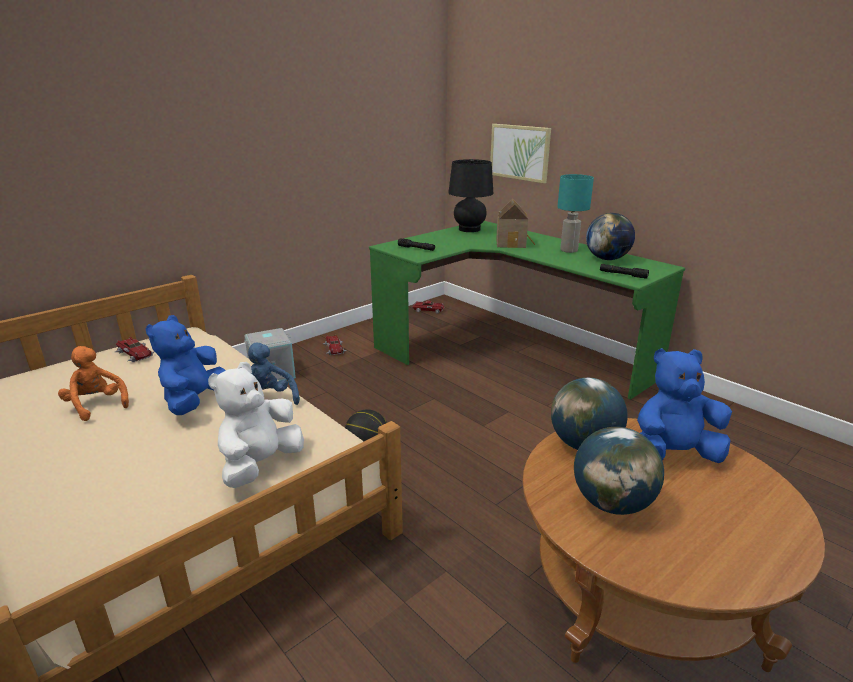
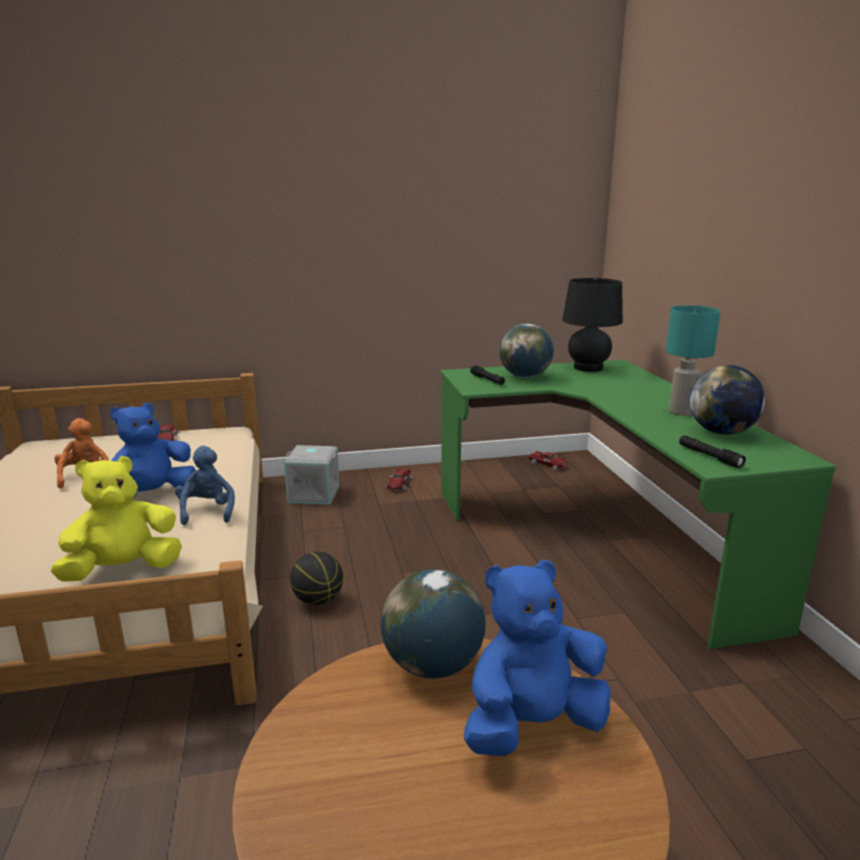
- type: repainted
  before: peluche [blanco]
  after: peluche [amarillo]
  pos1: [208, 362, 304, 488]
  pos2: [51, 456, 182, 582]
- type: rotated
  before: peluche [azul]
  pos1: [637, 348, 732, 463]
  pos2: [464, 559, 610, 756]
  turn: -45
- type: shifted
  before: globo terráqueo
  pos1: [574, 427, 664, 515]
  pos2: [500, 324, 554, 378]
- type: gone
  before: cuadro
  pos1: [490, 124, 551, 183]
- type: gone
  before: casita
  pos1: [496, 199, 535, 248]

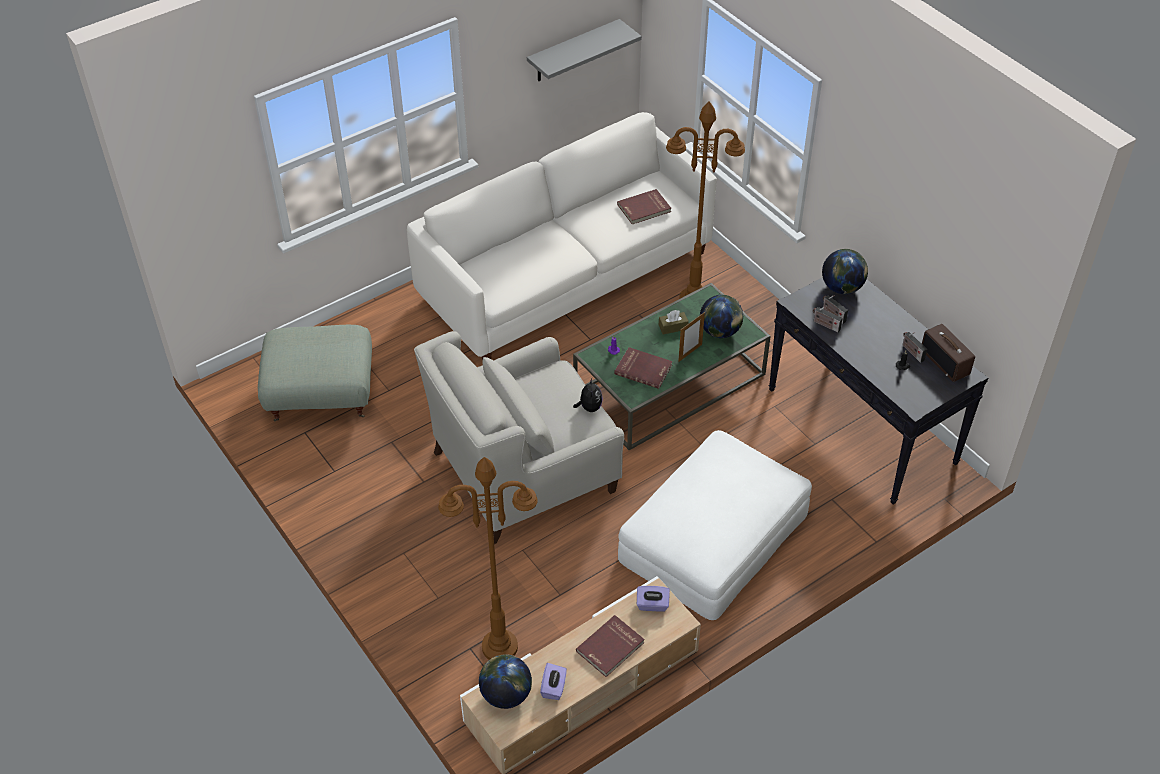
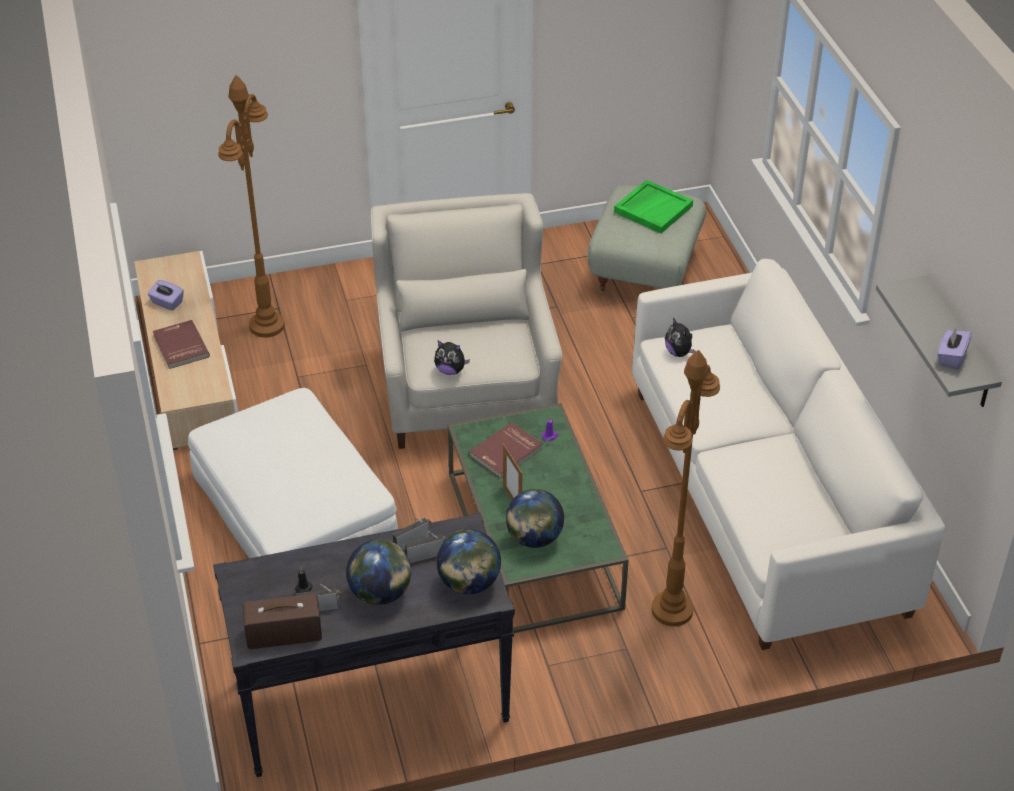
- type: shifted
  before: globo terráqueo
  pos1: [479, 654, 532, 709]
  pos2: [346, 539, 411, 605]
- type: new
  after: bandeja [verde]
  pos2: [614, 180, 693, 234]
- type: new
  after: peluche
  pos2: [665, 318, 696, 357]
- type: shifted
  before: caja de pañuelos [morado]
  pos1: [637, 586, 670, 612]
  pos2: [937, 327, 972, 369]
- type: gone
  before: libro [rojo]
  pos1: [617, 189, 671, 224]
- type: gone
  before: caja de pañuelos [marrón]
  pos1: [659, 310, 689, 334]

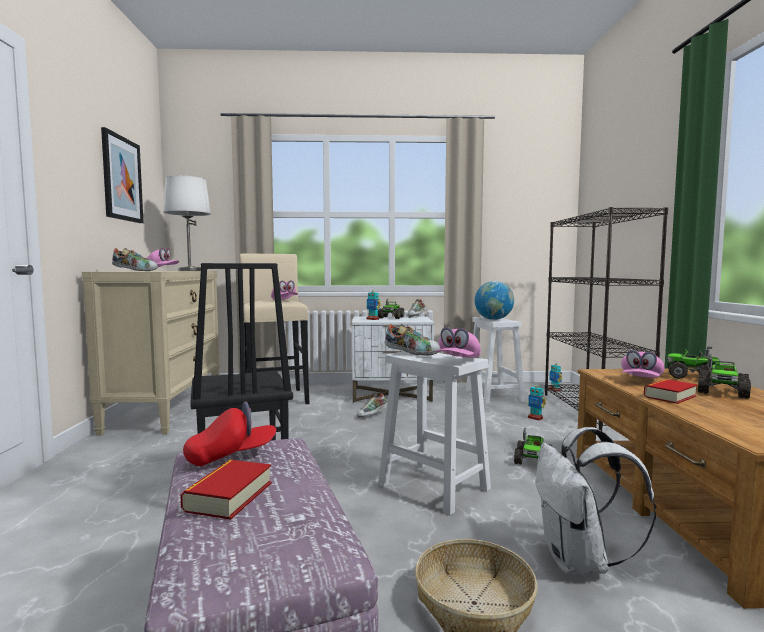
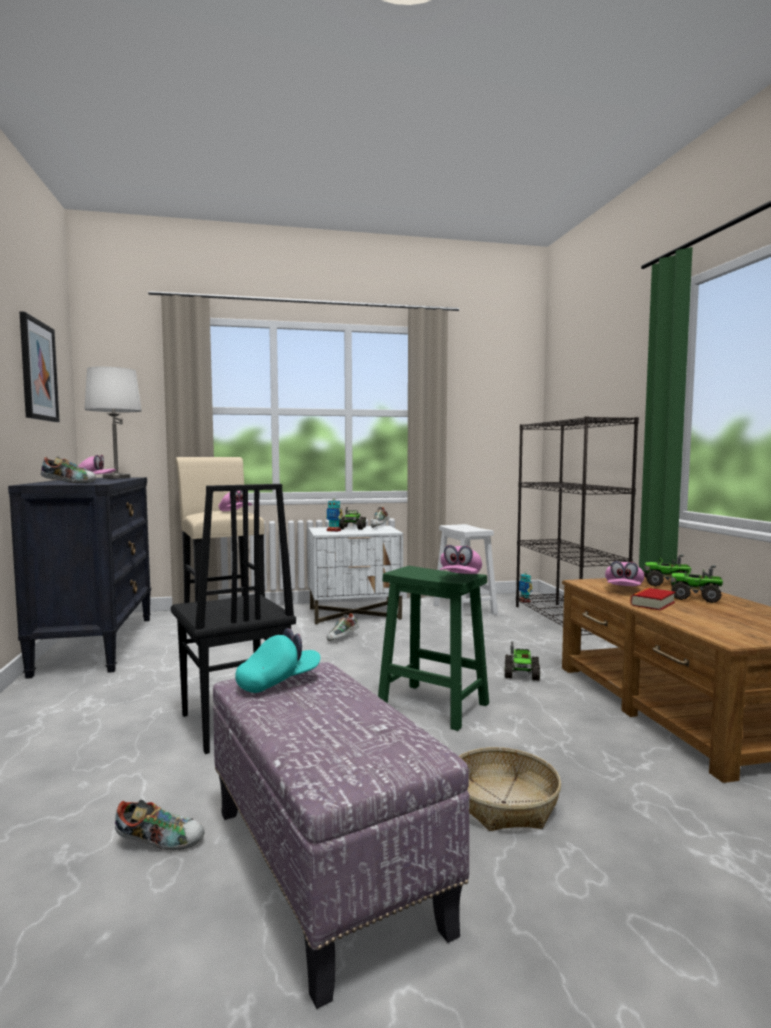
- type: repainted
  before: cómoda [beis]
  after: cómoda [negro]
  pos1: [82, 271, 220, 435]
  pos2: [8, 477, 151, 679]
- type: shifted
  before: zapato
  pos1: [385, 323, 440, 356]
  pos2: [115, 800, 204, 850]
- type: repainted
  before: gorra [rojo]
  after: gorra [turquesa]
  pos1: [183, 402, 276, 466]
  pos2: [235, 628, 320, 693]
- type: repainted
  before: taburete [blanco]
  after: taburete [verde]
  pos1: [378, 351, 491, 515]
  pos2: [378, 566, 489, 731]
- type: rotated
  before: camión de juguete
  pos1: [698, 354, 751, 399]
  pos2: [670, 565, 723, 603]
  turn: 90
- type: gone
  before: libro
  pos1: [180, 460, 272, 520]
- type: gone
  before: globo terráqueo
  pos1: [475, 281, 514, 320]
- type: gone
  before: robot de juguete
  pos1: [527, 382, 546, 421]
- type: gone
  before: mochila [blanco]
  pos1: [535, 427, 656, 574]

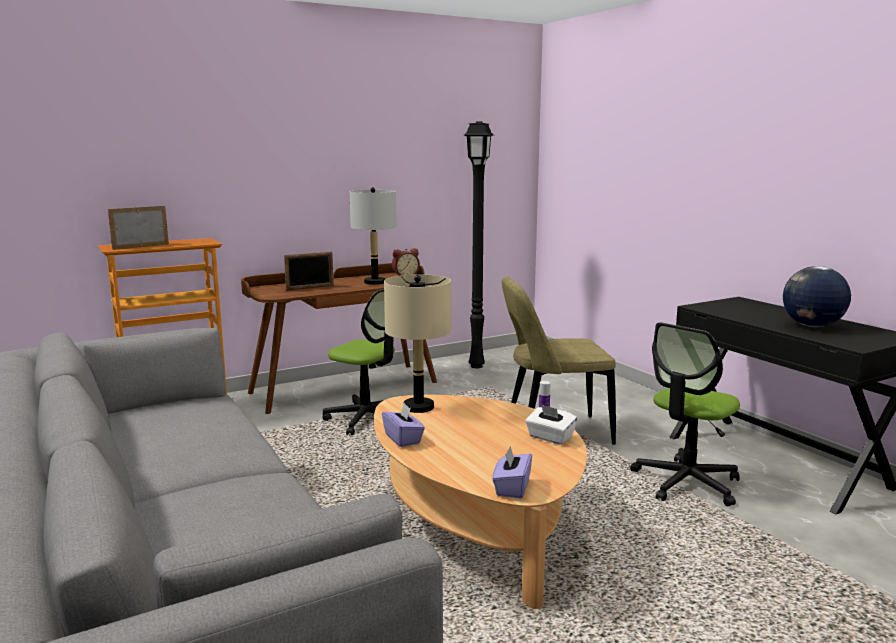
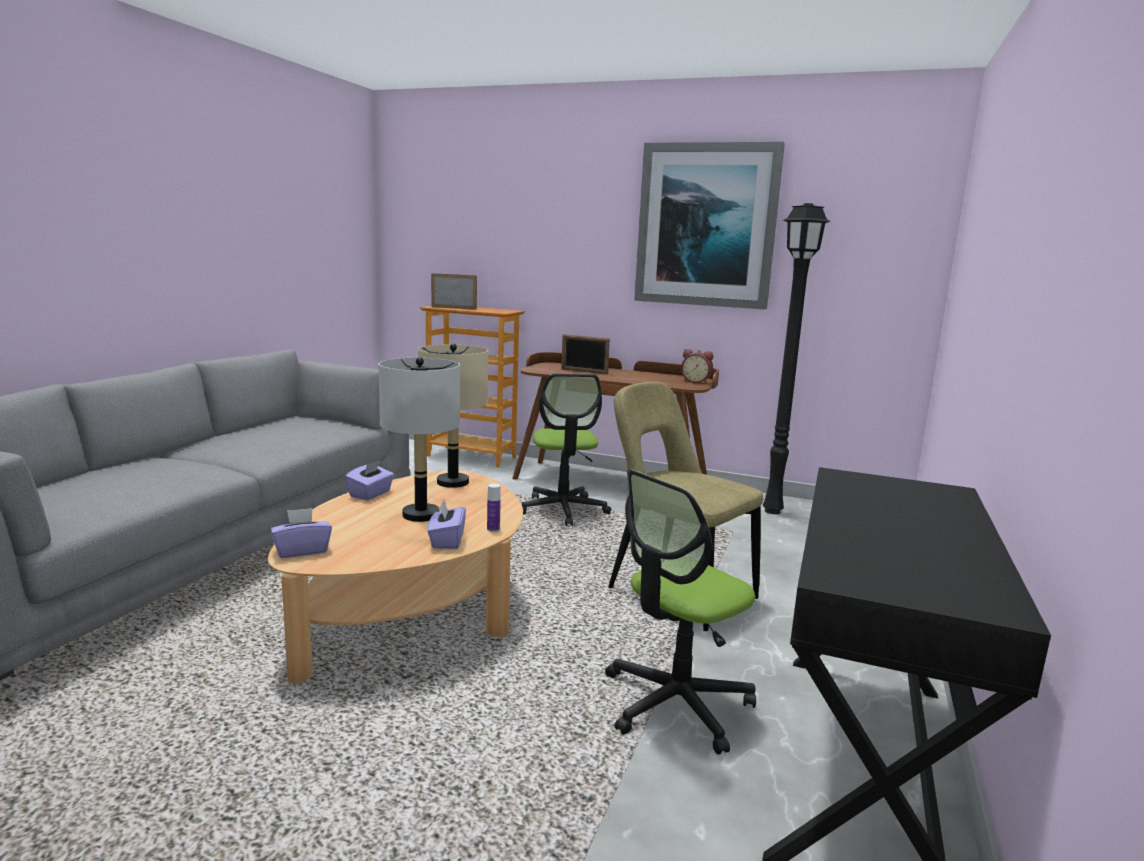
- type: shifted
  before: lámpara de mesa [gris]
  pos1: [349, 187, 396, 285]
  pos2: [378, 357, 460, 522]
- type: repainted
  before: caja de pañuelos [blanco]
  after: caja de pañuelos [morado]
  pos1: [526, 404, 577, 445]
  pos2: [428, 500, 466, 549]
- type: rotated
  before: silla de oficina
  pos1: [630, 322, 740, 506]
  pos2: [605, 469, 756, 755]
  turn: -45
- type: new
  after: cuadro
  pos2: [634, 142, 785, 310]
- type: gone
  before: globo terráqueo
  pos1: [783, 266, 851, 327]

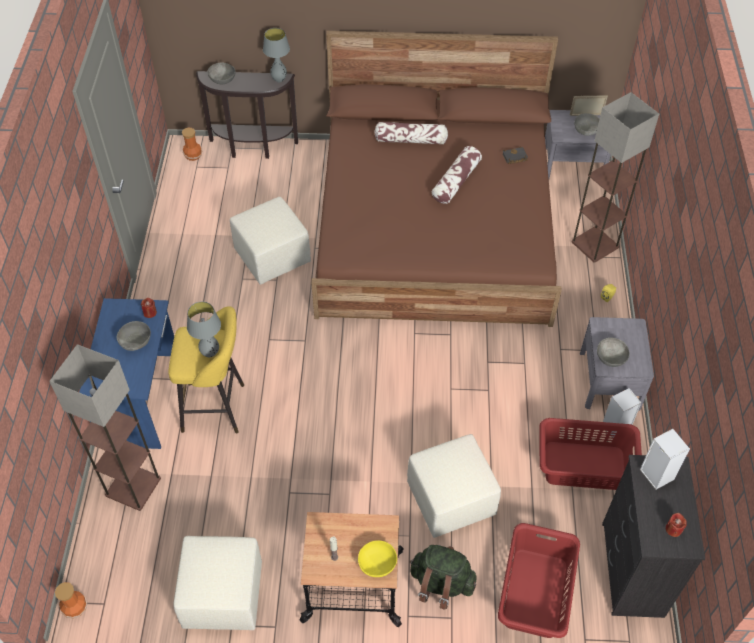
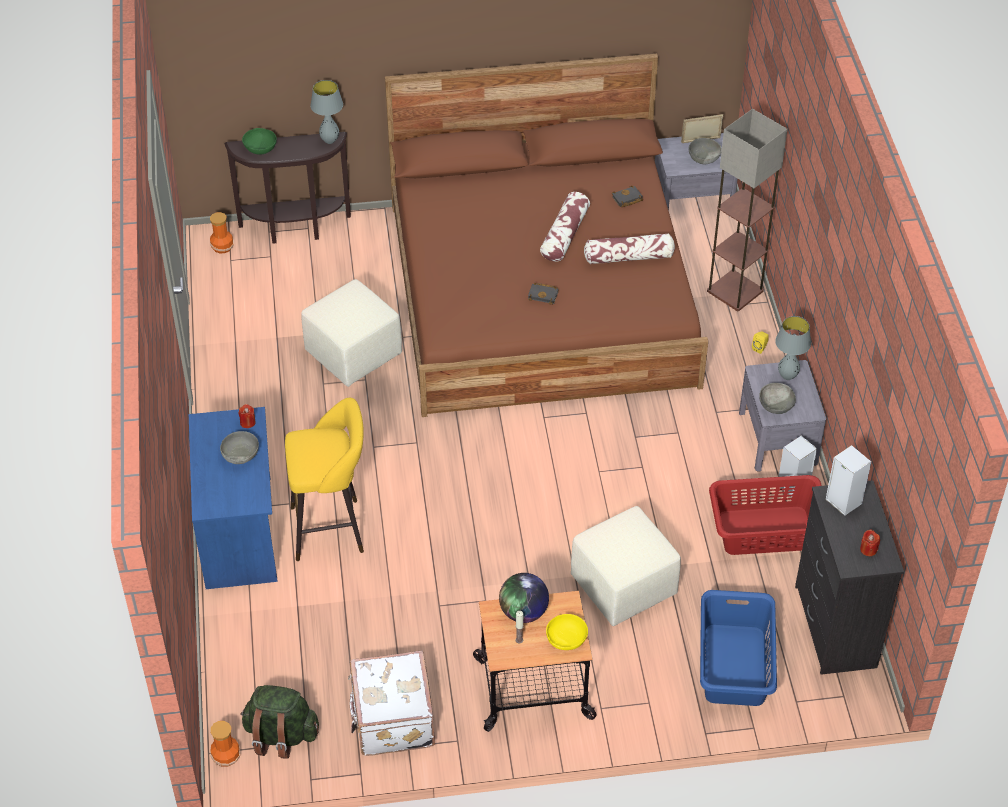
- type: shifted
  before: mochila [verde]
  pos1: [410, 545, 477, 609]
  pos2: [240, 685, 319, 759]
- type: repainted
  before: cuenco [gris]
  after: cuenco [verde]
  pos1: [207, 62, 236, 85]
  pos2: [242, 128, 277, 154]
- type: swapped
  before: puf [beis]
  after: maleta [blanco]
  pos1: [173, 536, 262, 630]
  pos2: [348, 650, 435, 756]
- type: new
  after: globo terráqueo
  pos2: [499, 573, 549, 623]
- type: new
  after: libro [negro]
  pos2: [528, 283, 558, 305]
- type: shifted
  before: cojín
  pos1: [374, 122, 448, 144]
  pos2: [584, 233, 675, 264]
- type: repainted
  before: cesto de la ropa [rojo]
  after: cesto de la ropa [azul]
  pos1: [498, 523, 580, 638]
  pos2: [700, 590, 777, 706]
- type: shifted
  before: lámpara de mesa [gris]
  pos1: [187, 302, 221, 357]
  pos2: [775, 316, 811, 380]
- type: gone
  before: lámpara de pie
  pos1: [49, 344, 161, 511]

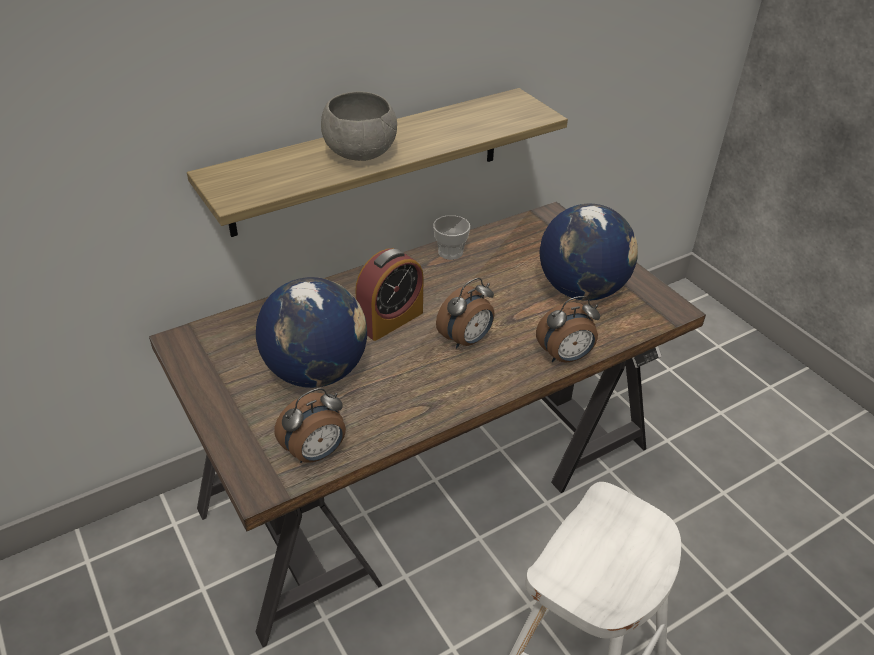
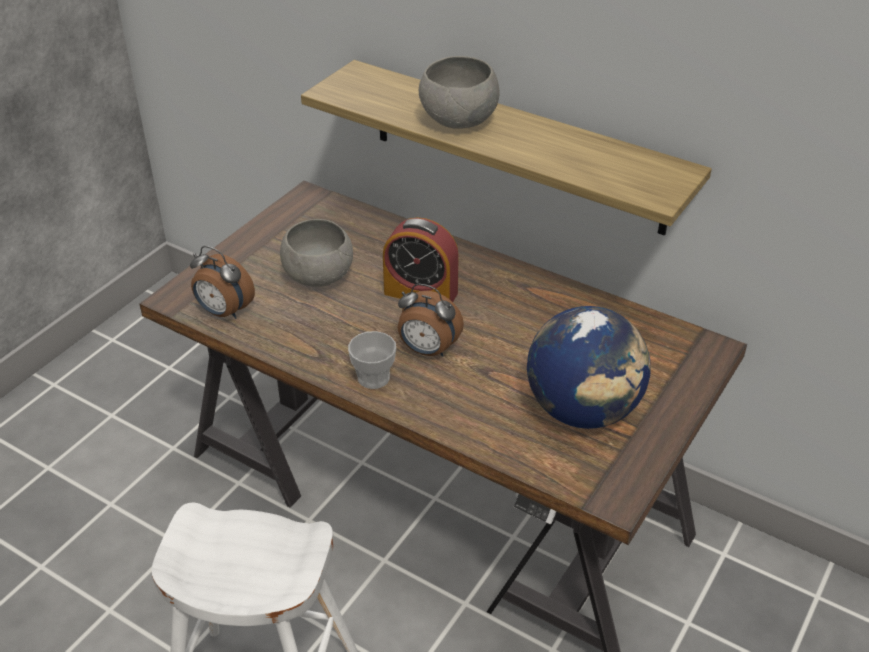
- type: swapped
  before: globo terráqueo
  after: cuenco [gris]
  pos1: [256, 277, 367, 388]
  pos2: [280, 219, 353, 287]
- type: shifted
  before: taza
  pos1: [433, 215, 470, 260]
  pos2: [348, 331, 396, 389]
- type: gone
  before: despertador
  pos1: [536, 296, 600, 363]

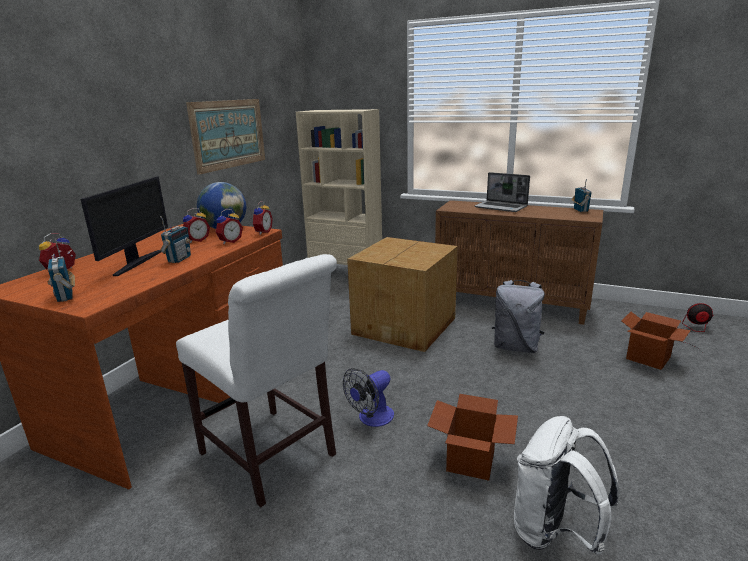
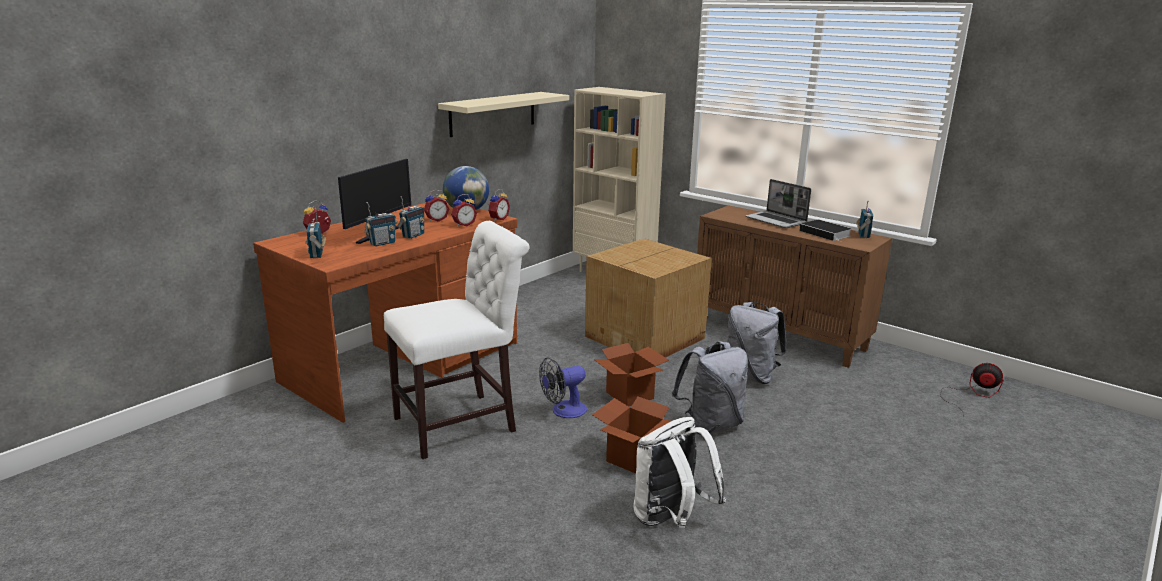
- type: new
  after: radio
  pos2: [364, 202, 397, 246]
- type: rotated
  before: silla [blanco]
  pos1: [176, 254, 337, 507]
  pos2: [384, 221, 529, 459]
  turn: -90
- type: swapped
  before: cuadro
  after: estante [beis]
  pos1: [186, 99, 265, 175]
  pos2: [438, 92, 569, 137]
- type: shifted
  before: caja de cartón
  pos1: [622, 312, 691, 370]
  pos2: [594, 343, 669, 406]
- type: new
  after: mochila [gris]
  pos2: [672, 341, 748, 434]
- type: new
  after: libro
  pos2: [799, 219, 852, 242]

